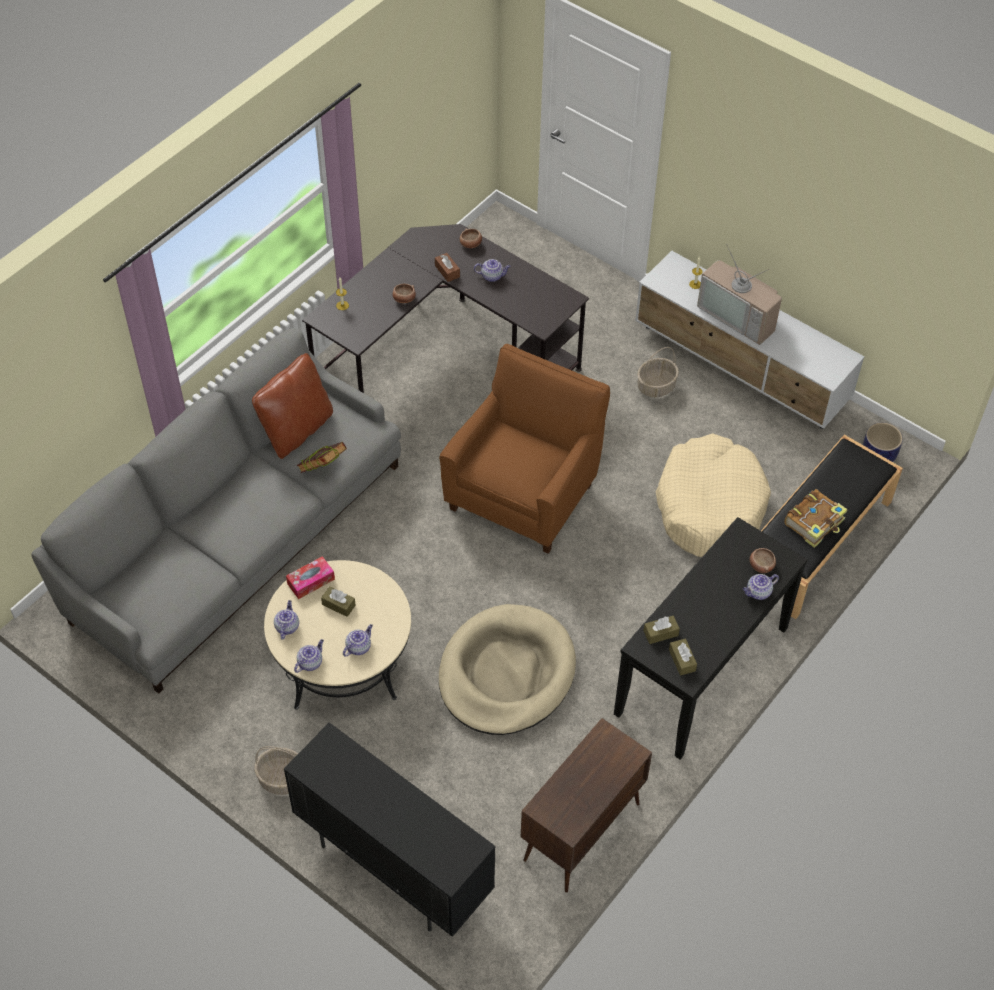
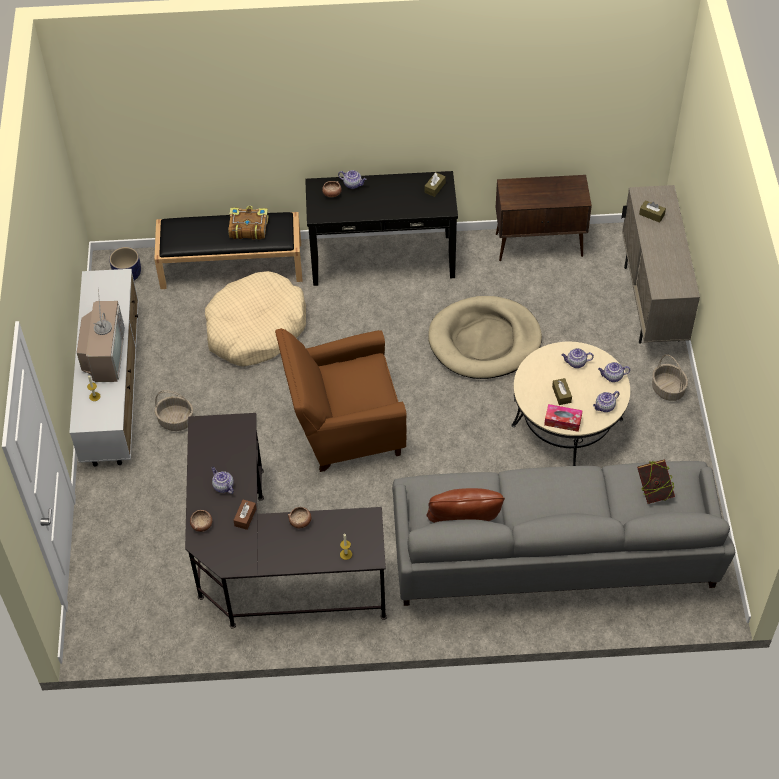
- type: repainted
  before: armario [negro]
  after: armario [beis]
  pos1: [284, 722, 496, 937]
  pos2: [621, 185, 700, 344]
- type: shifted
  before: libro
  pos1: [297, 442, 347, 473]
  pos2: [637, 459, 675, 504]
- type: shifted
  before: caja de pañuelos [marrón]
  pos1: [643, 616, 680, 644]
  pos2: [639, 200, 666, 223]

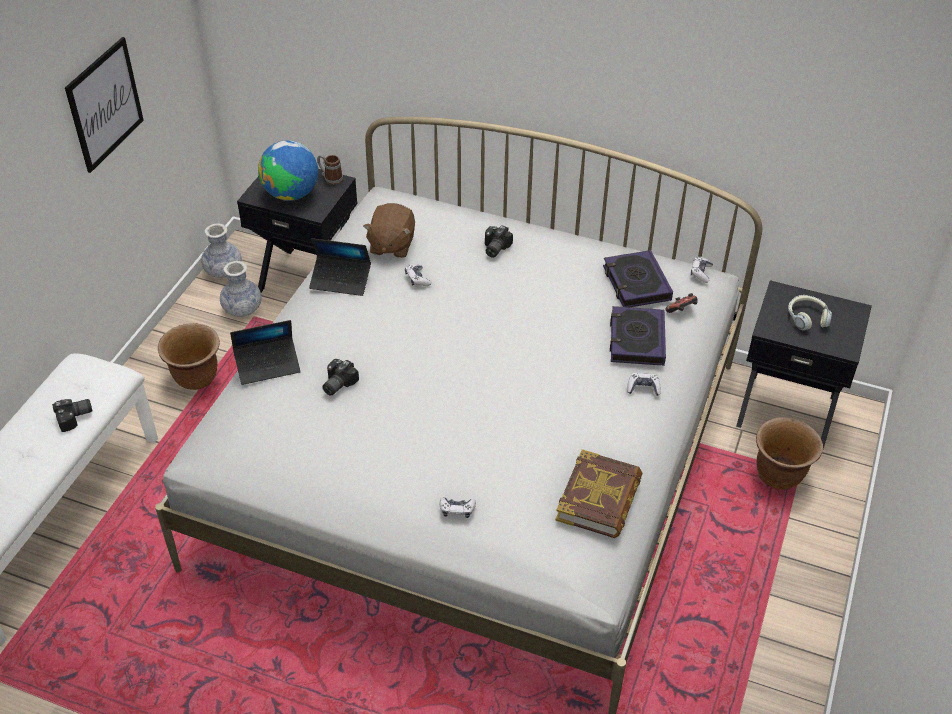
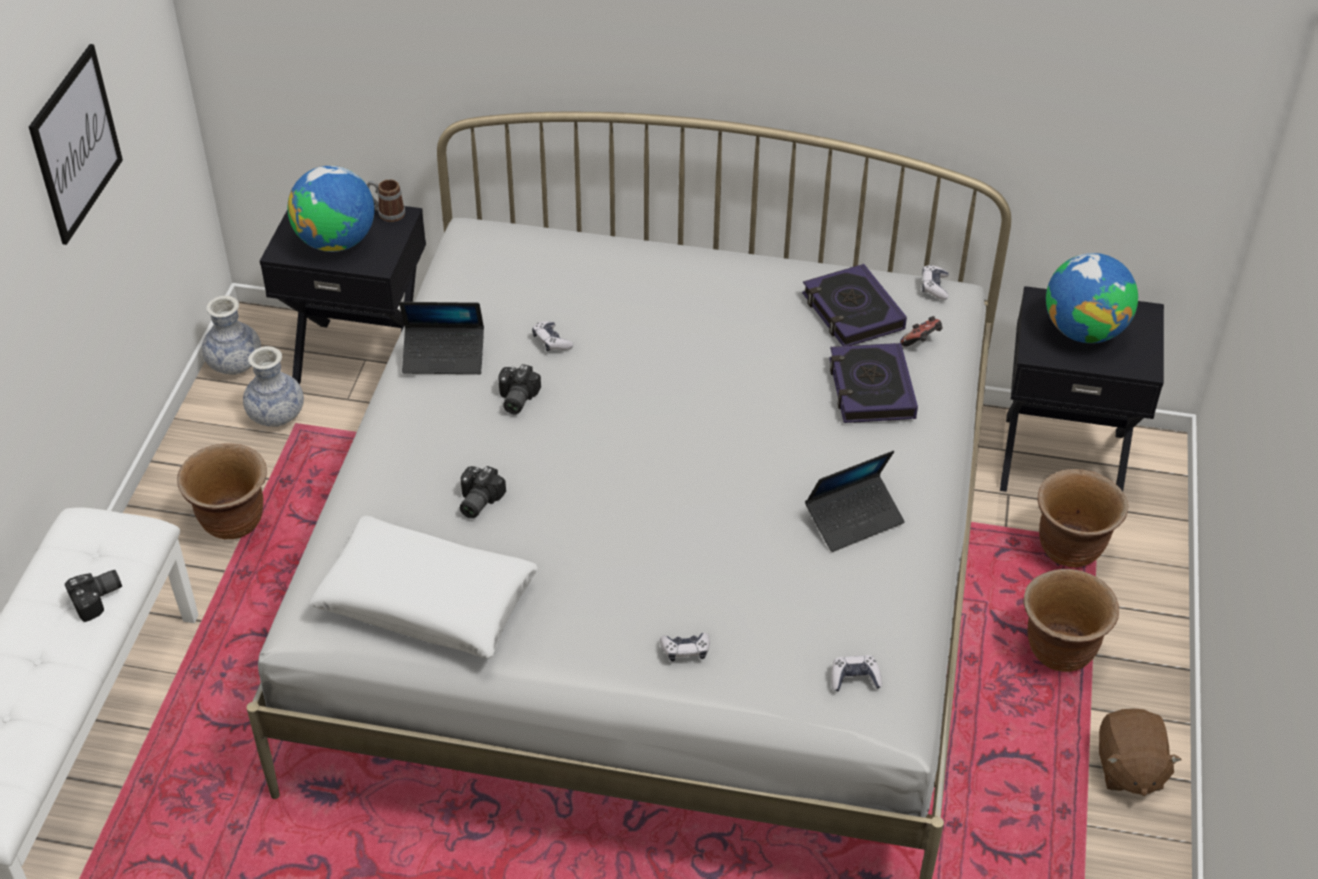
- type: new
  after: cojín [blanco]
  pos2: [309, 516, 538, 658]
- type: shifted
  before: cámara
  pos1: [485, 225, 513, 257]
  pos2: [498, 364, 541, 414]
- type: shifted
  before: portátil
  pos1: [230, 320, 301, 385]
  pos2: [805, 451, 905, 552]
- type: shifted
  before: mando de consola
  pos1: [627, 373, 661, 396]
  pos2: [831, 655, 882, 691]
- type: new
  after: maceta [marrón]
  pos2: [1023, 569, 1119, 672]
- type: swapped
  before: auriculares
  after: globo terráqueo
  pos1: [788, 295, 832, 330]
  pos2: [1046, 253, 1138, 343]
- type: shifted
  before: peluche [marrón]
  pos1: [363, 203, 415, 258]
  pos2: [1099, 708, 1182, 796]
- type: gone
  before: libro
  pos1: [555, 449, 642, 538]

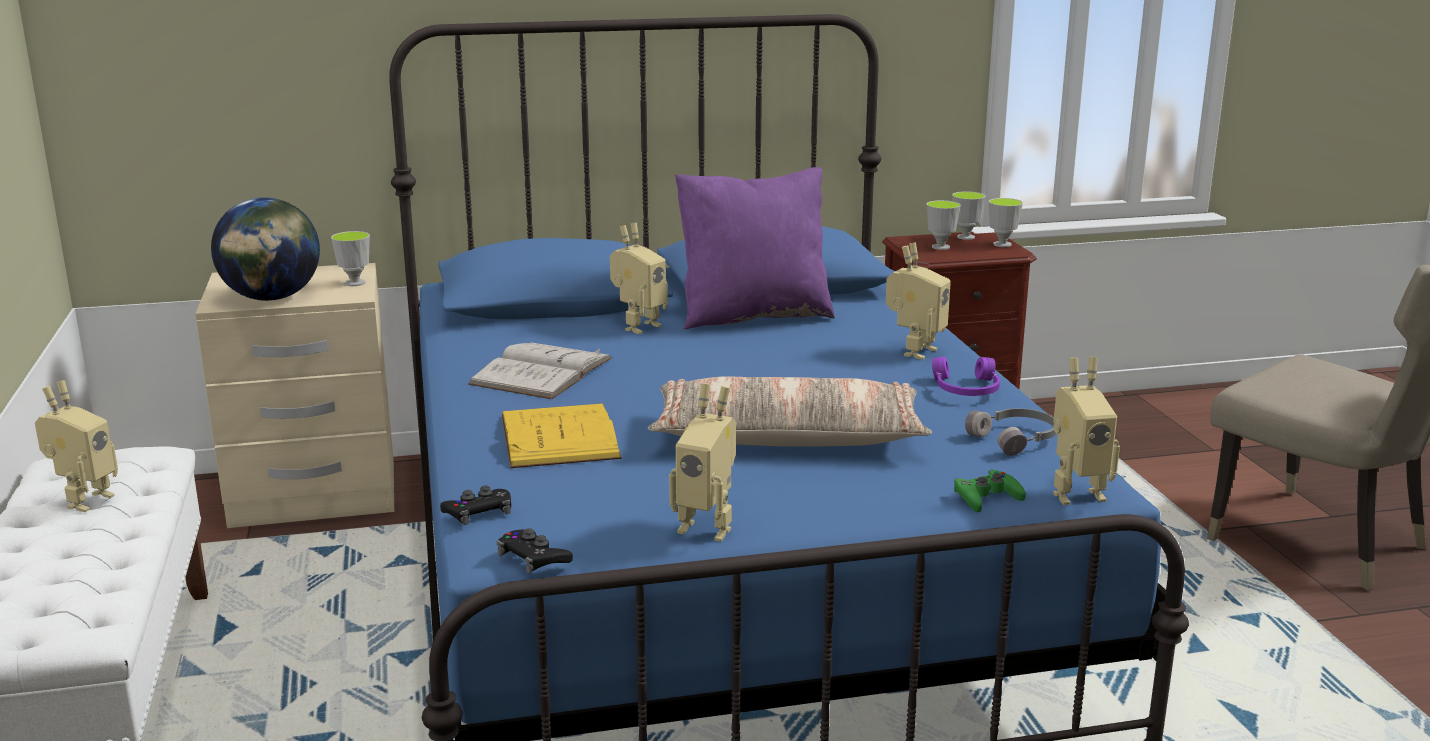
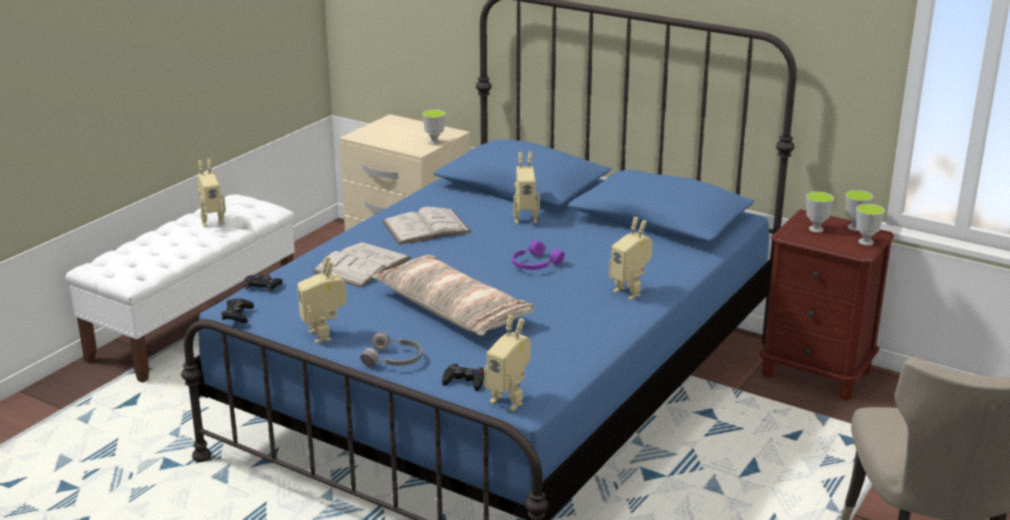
- type: repainted
  before: libro [amarillo]
  after: libro [blanco]
  pos1: [501, 404, 622, 468]
  pos2: [312, 242, 411, 288]
- type: shifted
  before: auriculares [gris]
  pos1: [965, 408, 1056, 456]
  pos2: [360, 332, 422, 367]
- type: repainted
  before: mando de consola [verde]
  after: mando de consola [negro]
  pos1: [954, 470, 1026, 512]
  pos2: [442, 363, 484, 391]
- type: shifted
  before: auriculares [morado]
  pos1: [932, 357, 1000, 396]
  pos2: [512, 240, 565, 270]
- type: rotated
  before: robot de juguete
  pos1: [886, 242, 951, 360]
  pos2: [609, 217, 653, 300]
  turn: 60
- type: gone
  before: globo terráqueo
  pos1: [211, 197, 320, 301]
- type: gone
  before: cojín [morado]
  pos1: [675, 167, 835, 329]

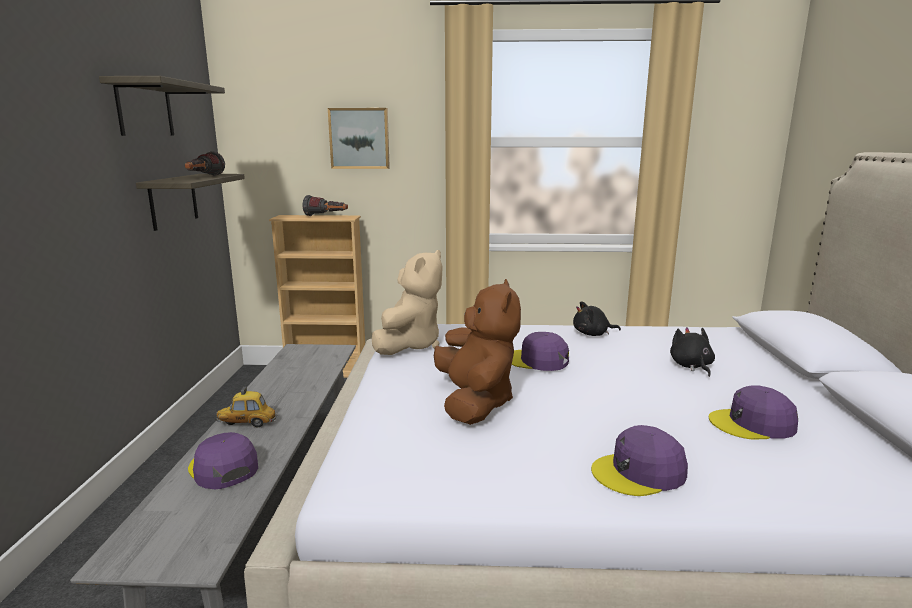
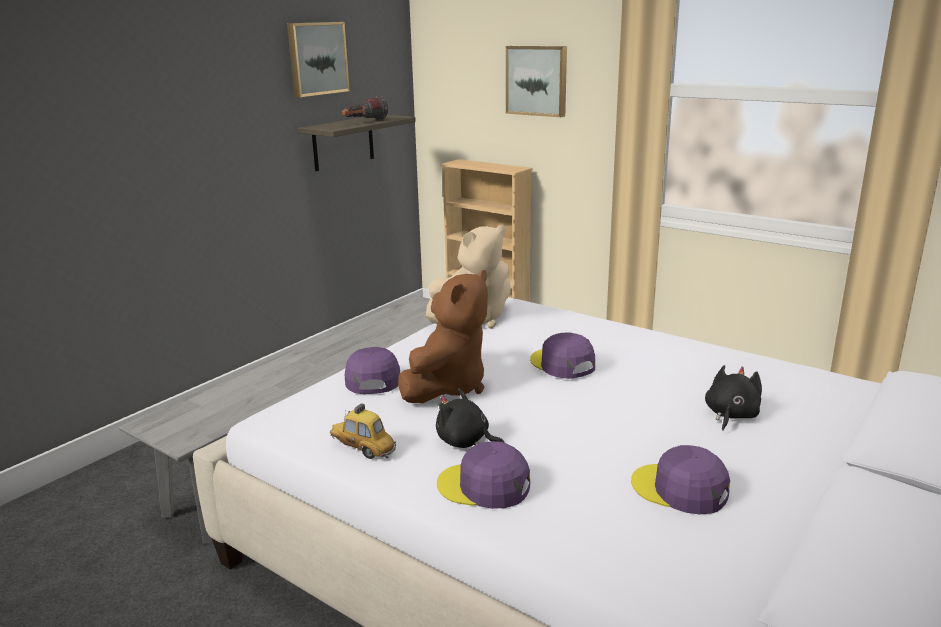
- type: swapped
  before: estante
  after: cuadro
  pos1: [99, 76, 225, 136]
  pos2: [287, 22, 350, 97]
- type: shifted
  before: coche de juguete
  pos1: [216, 387, 277, 427]
  pos2: [330, 403, 396, 459]
- type: shifted
  before: gorra [morado]
  pos1: [188, 432, 258, 489]
  pos2: [345, 347, 400, 394]
- type: shifted
  before: peluche [negro]
  pos1: [573, 301, 621, 336]
  pos2: [436, 388, 505, 448]
- type: gone
  before: linterna
  pos1: [303, 195, 348, 216]

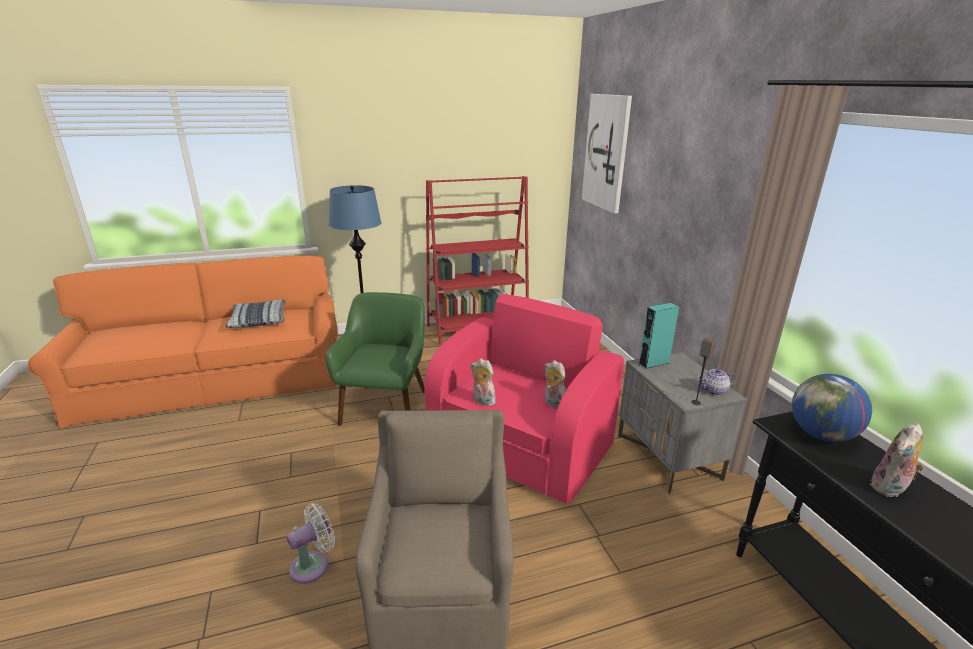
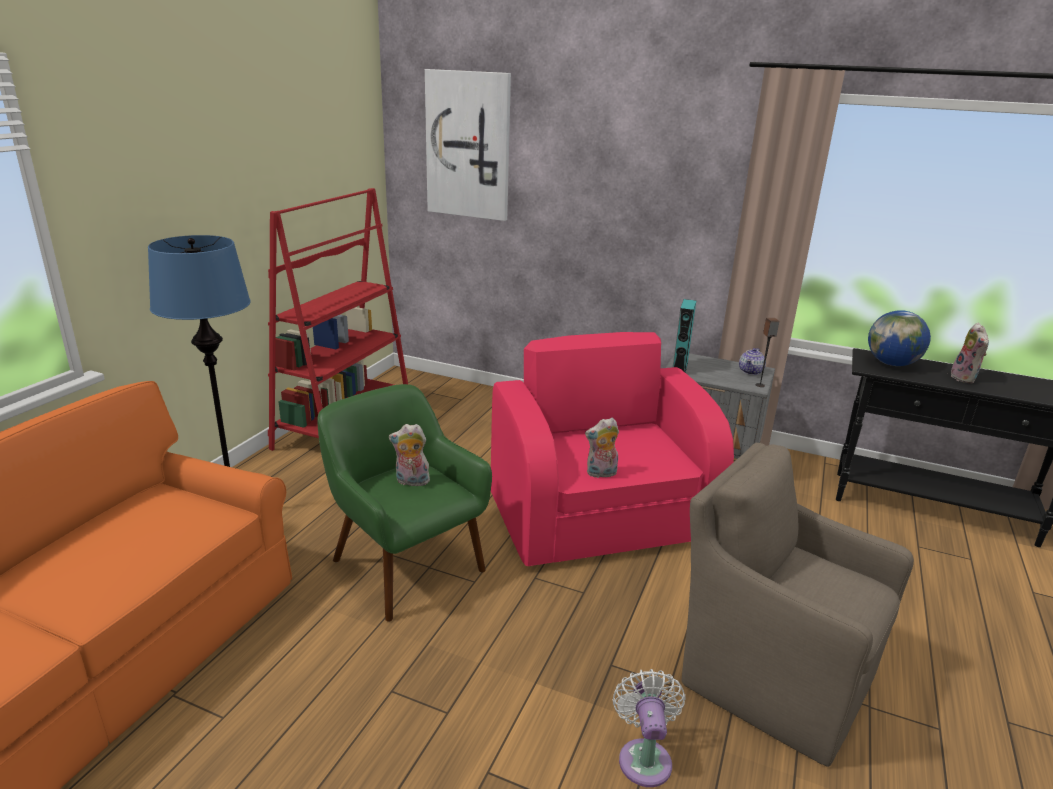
- type: shifted
  before: peluche
  pos1: [545, 360, 566, 409]
  pos2: [389, 424, 430, 486]
- type: gone
  before: cojín
  pos1: [225, 299, 286, 328]

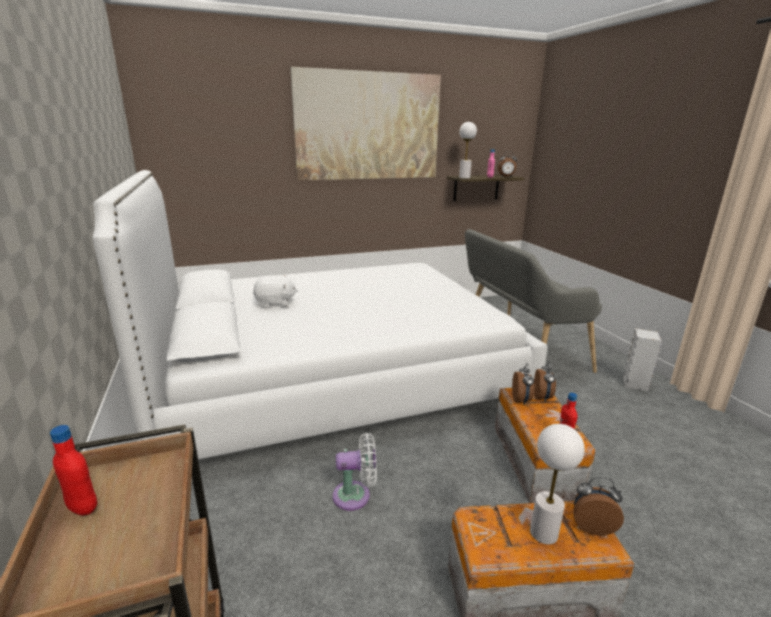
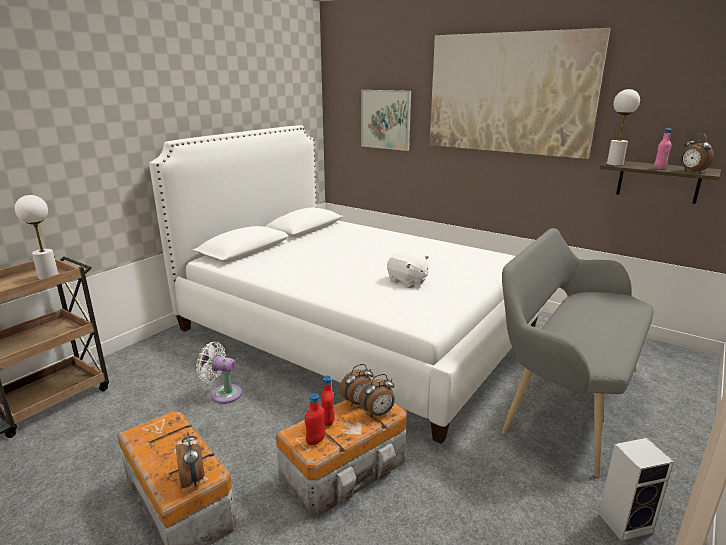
- type: shifted
  before: lámpara de mesa [blanco]
  pos1: [530, 424, 585, 545]
  pos2: [15, 195, 58, 280]
- type: rotated
  before: ventilador [blanco]
  pos1: [332, 433, 377, 511]
  pos2: [196, 342, 242, 404]
  turn: 150
- type: shifted
  before: botella [rojo]
  pos1: [50, 425, 97, 516]
  pos2: [321, 376, 334, 426]
- type: new
  after: cuadro
  pos2: [361, 90, 411, 151]
- type: shifted
  before: peluche [blanco]
  pos1: [253, 275, 298, 308]
  pos2: [387, 251, 428, 288]

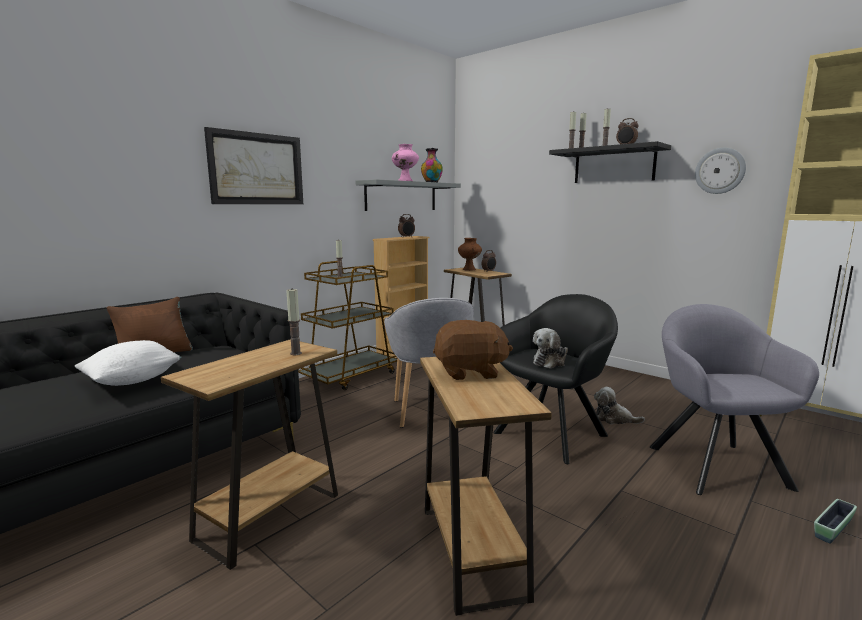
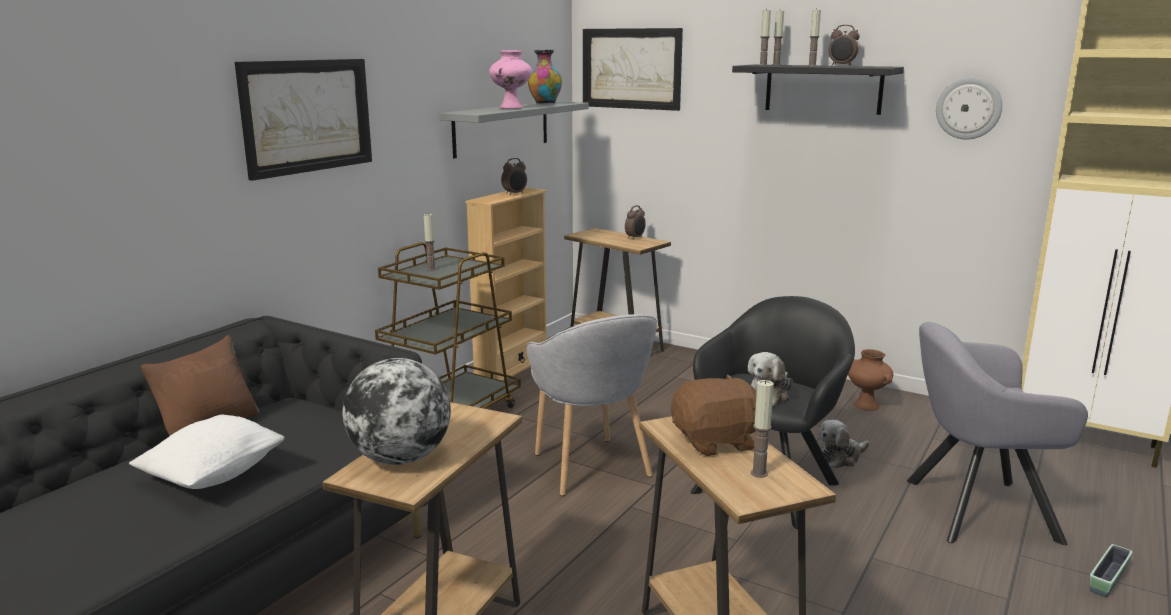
- type: new
  after: globo terráqueo
  pos2: [342, 358, 451, 465]
- type: new
  after: cuadro
  pos2: [583, 28, 683, 111]
- type: shifted
  before: vela
  pos1: [286, 289, 302, 355]
  pos2: [751, 380, 774, 478]
- type: rotated
  before: peluche
  pos1: [594, 387, 645, 424]
  pos2: [819, 420, 869, 468]
  turn: -45
- type: shifted
  before: florero [marrón]
  pos1: [458, 238, 482, 271]
  pos2: [848, 349, 893, 411]
- type: rotated
  before: sillón [gris]
  pos1: [650, 304, 819, 495]
  pos2: [907, 322, 1088, 545]
  turn: -75

